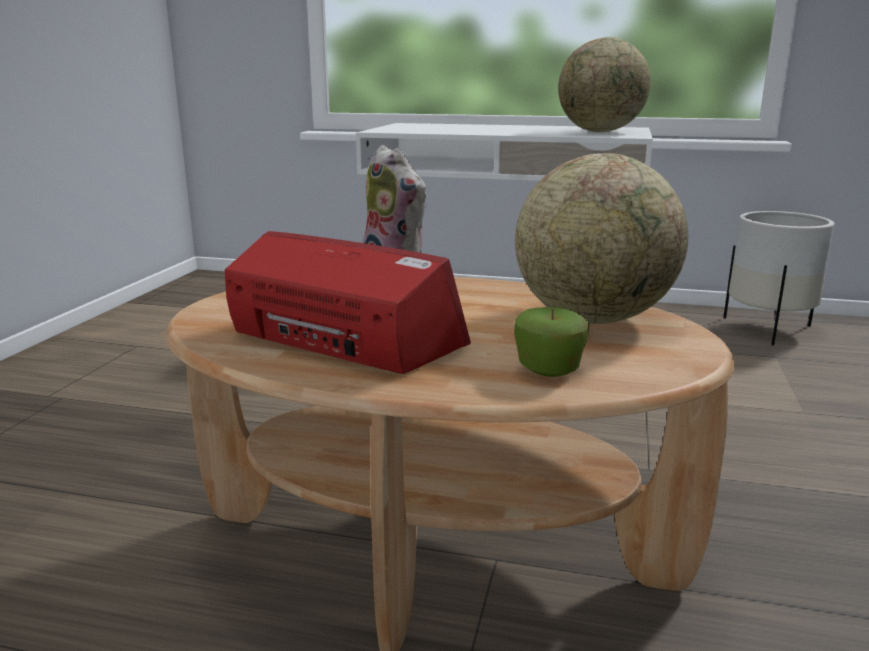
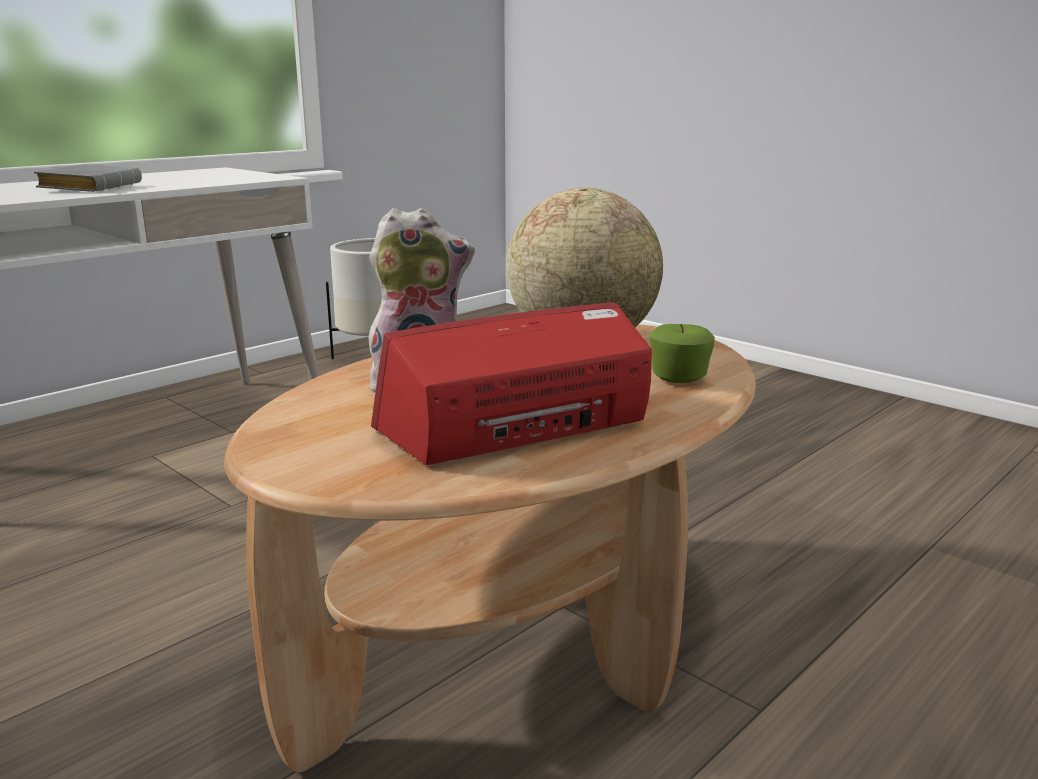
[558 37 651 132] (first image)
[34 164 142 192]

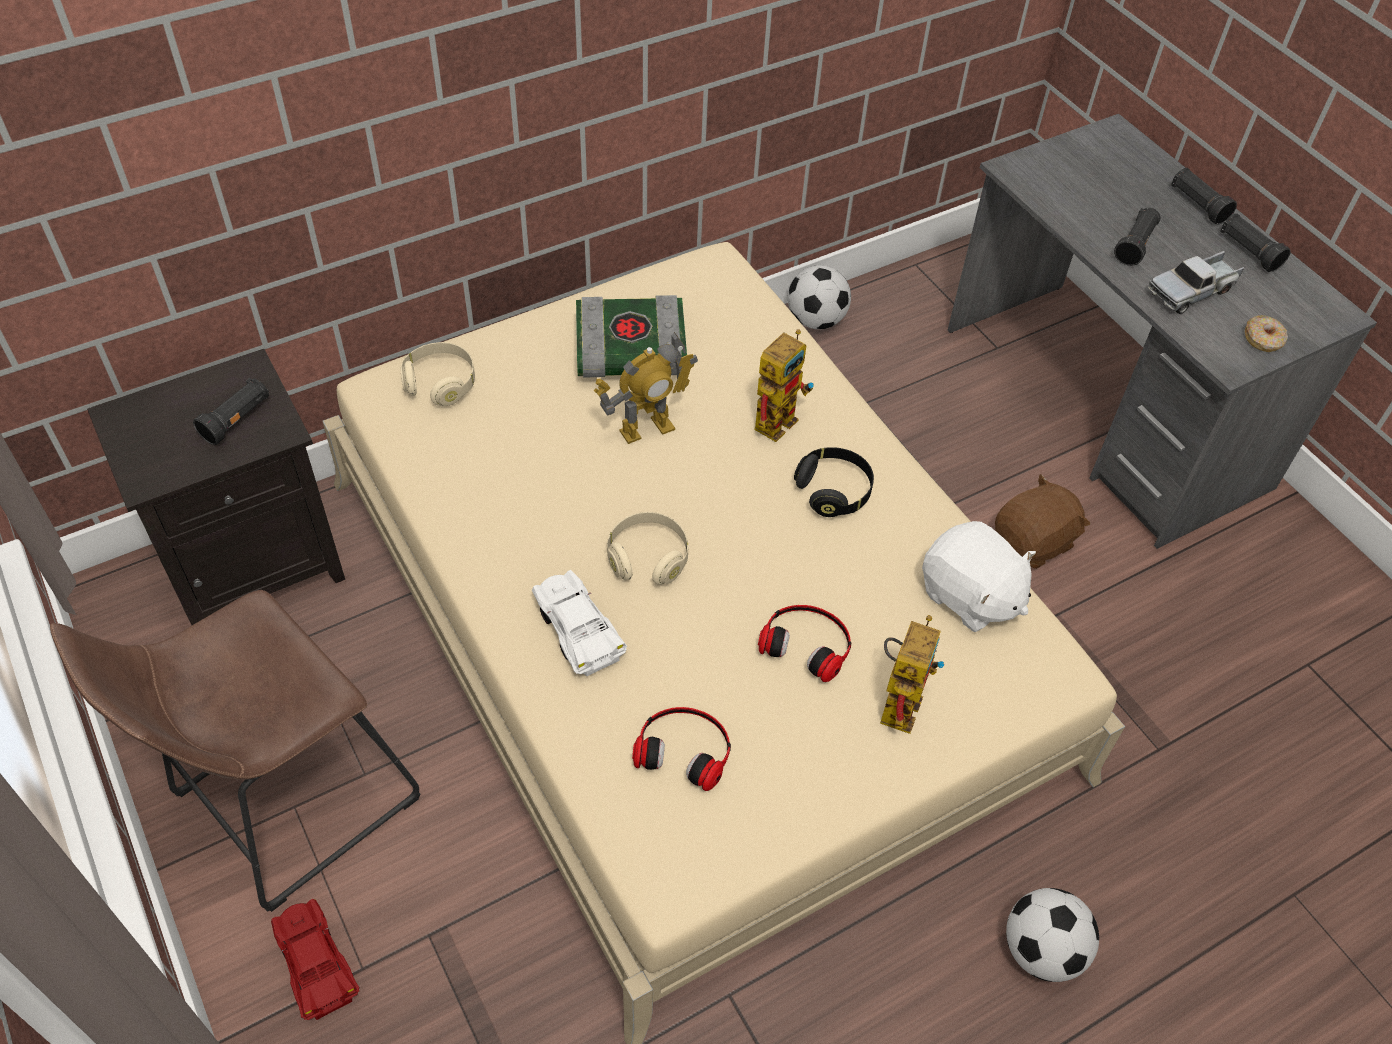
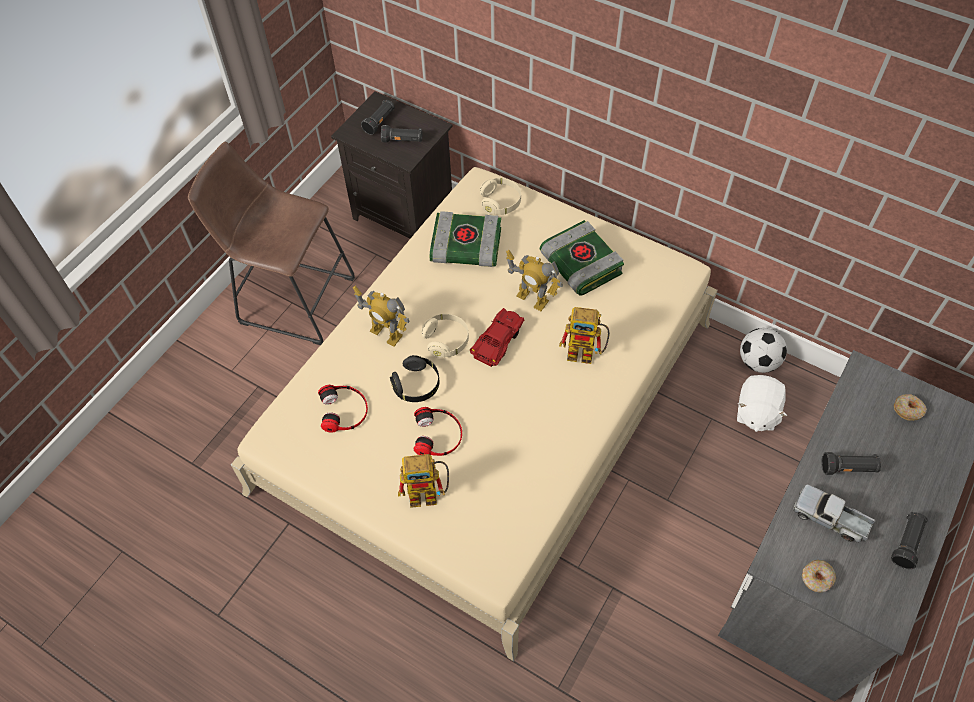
[995 474 1091 569] (first image)
[1006 888 1099 982] (first image)
[430 211 501 267]
[894 394 927 421]
[470 308 524 367]
[390 355 439 402]
[737 375 787 432]
[361 100 395 135]
[353 286 410 346]

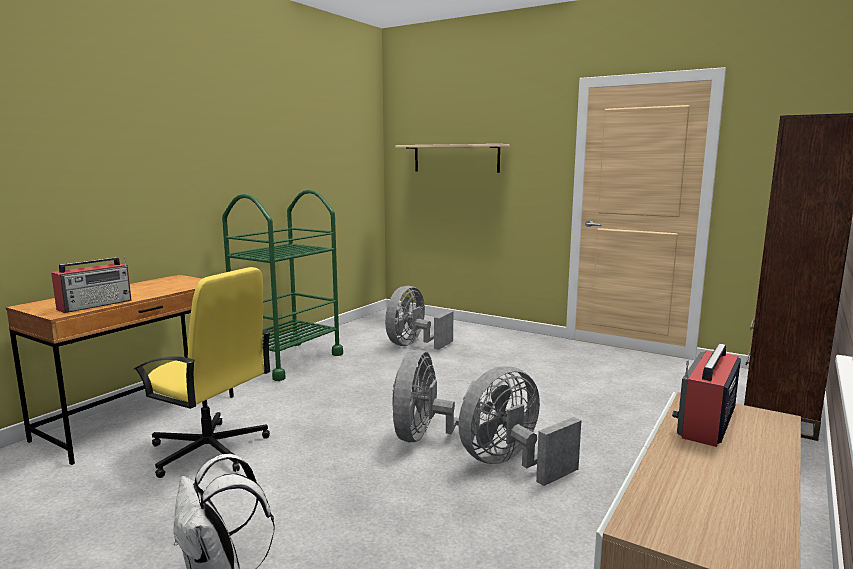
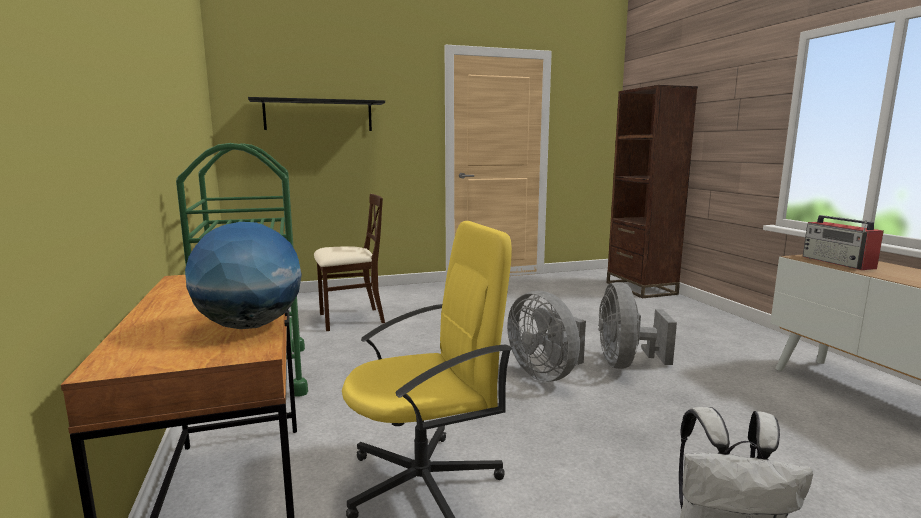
[185 222 302 329]
[314 194 385 331]
[248 97 385 131]

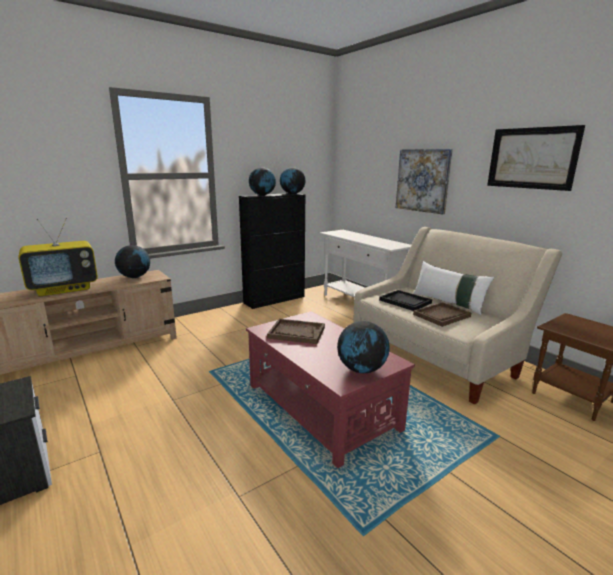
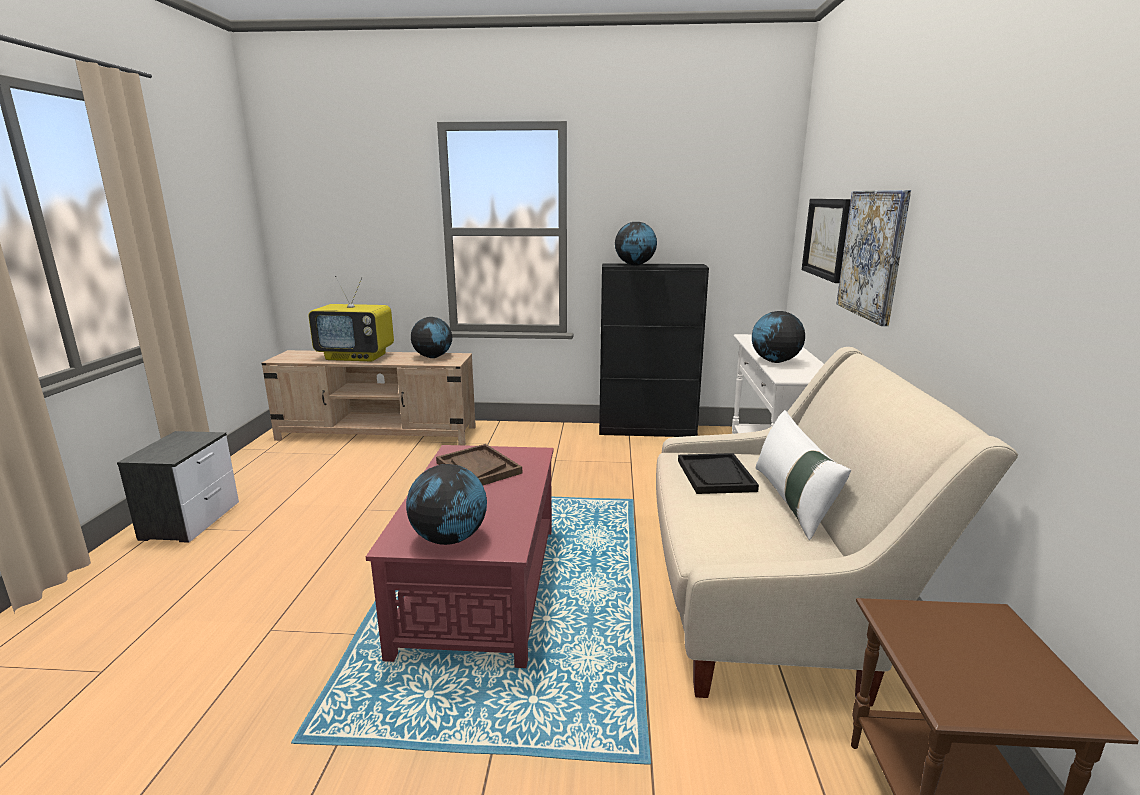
[413 302 471 327] (first image)
[752 311 805 363]
[802 199 851 283]

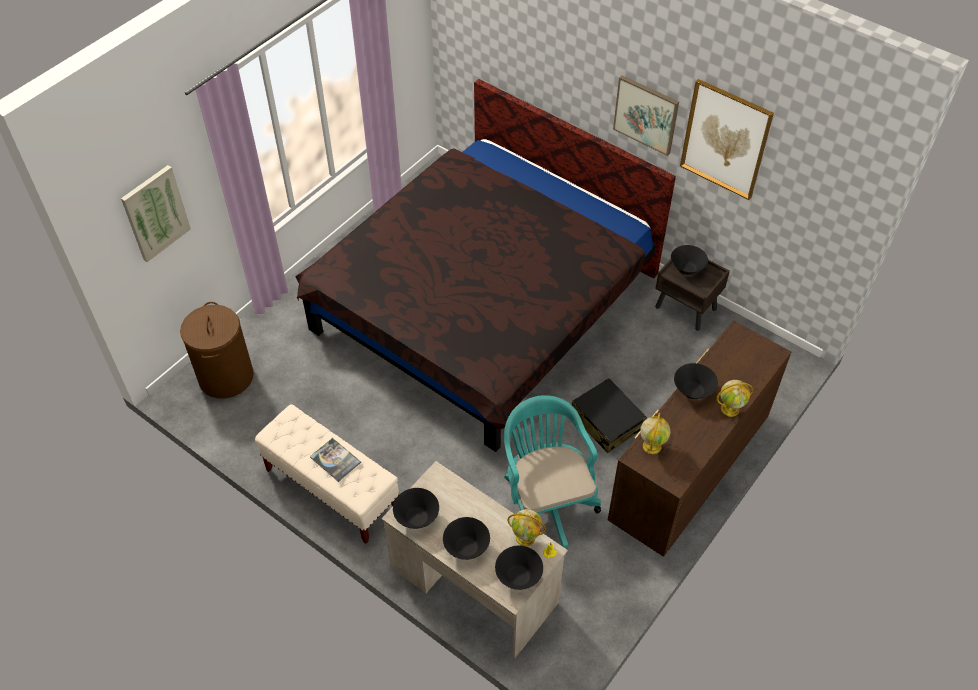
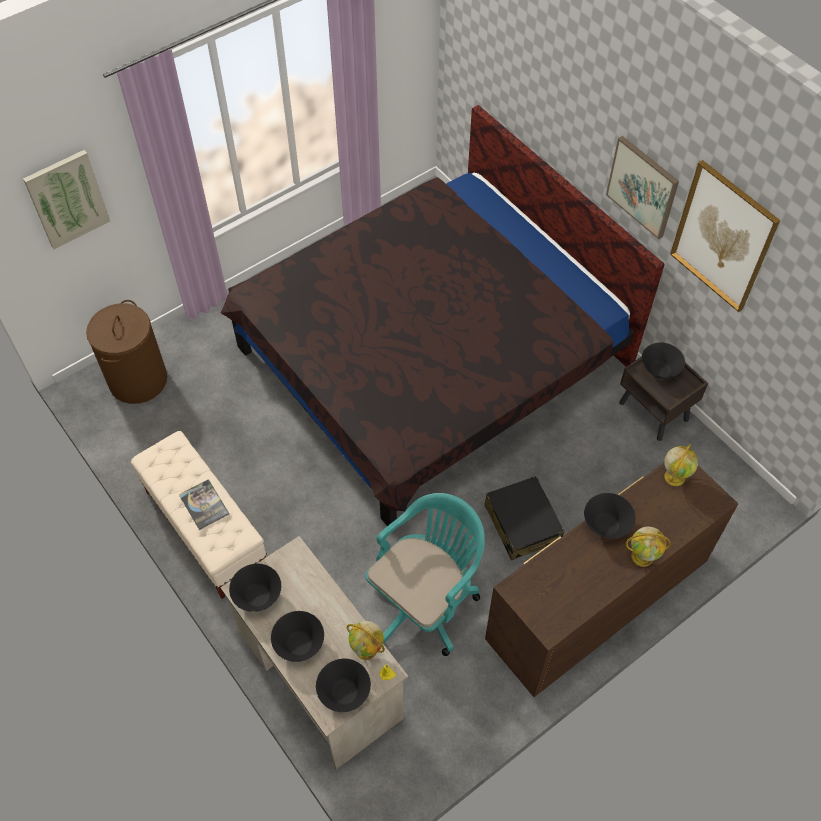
[664 444 698 486]
[366 493 485 656]

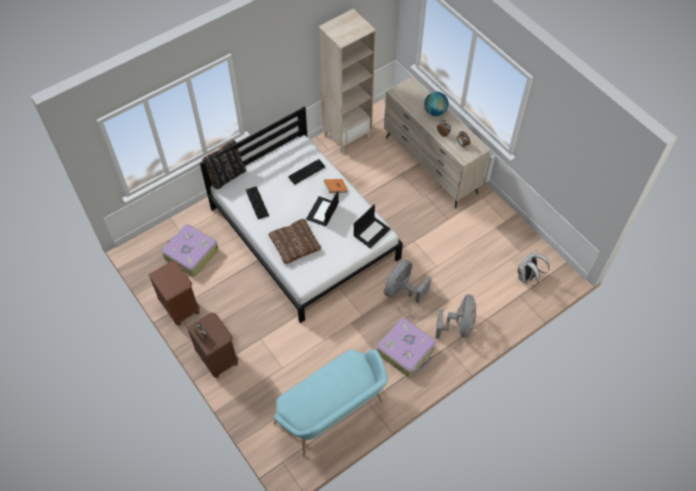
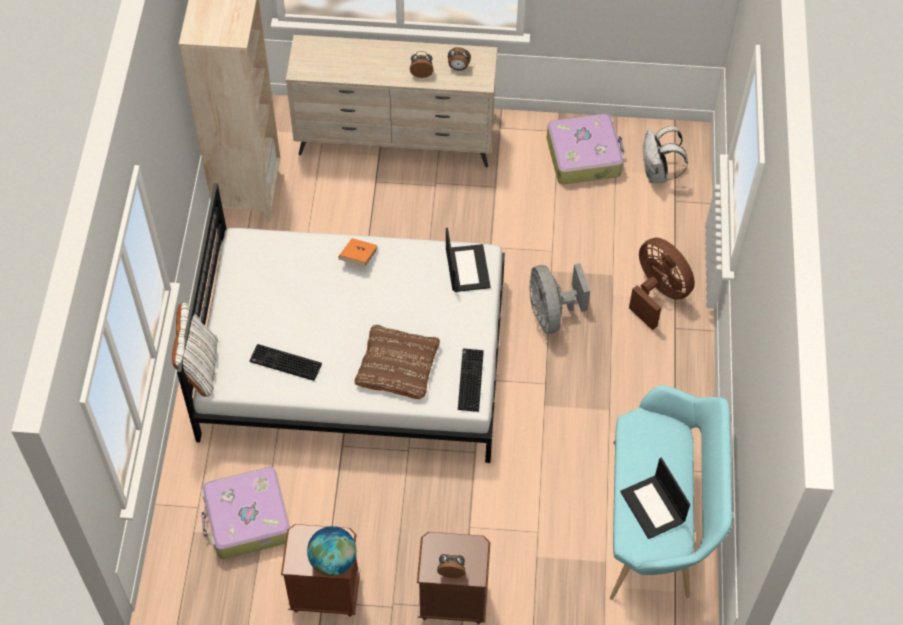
[458 348 484 412]
[620 457 690 539]
[547 114 624 184]
[307 526 356 576]
[172 303 218 397]
[629 238 695 330]

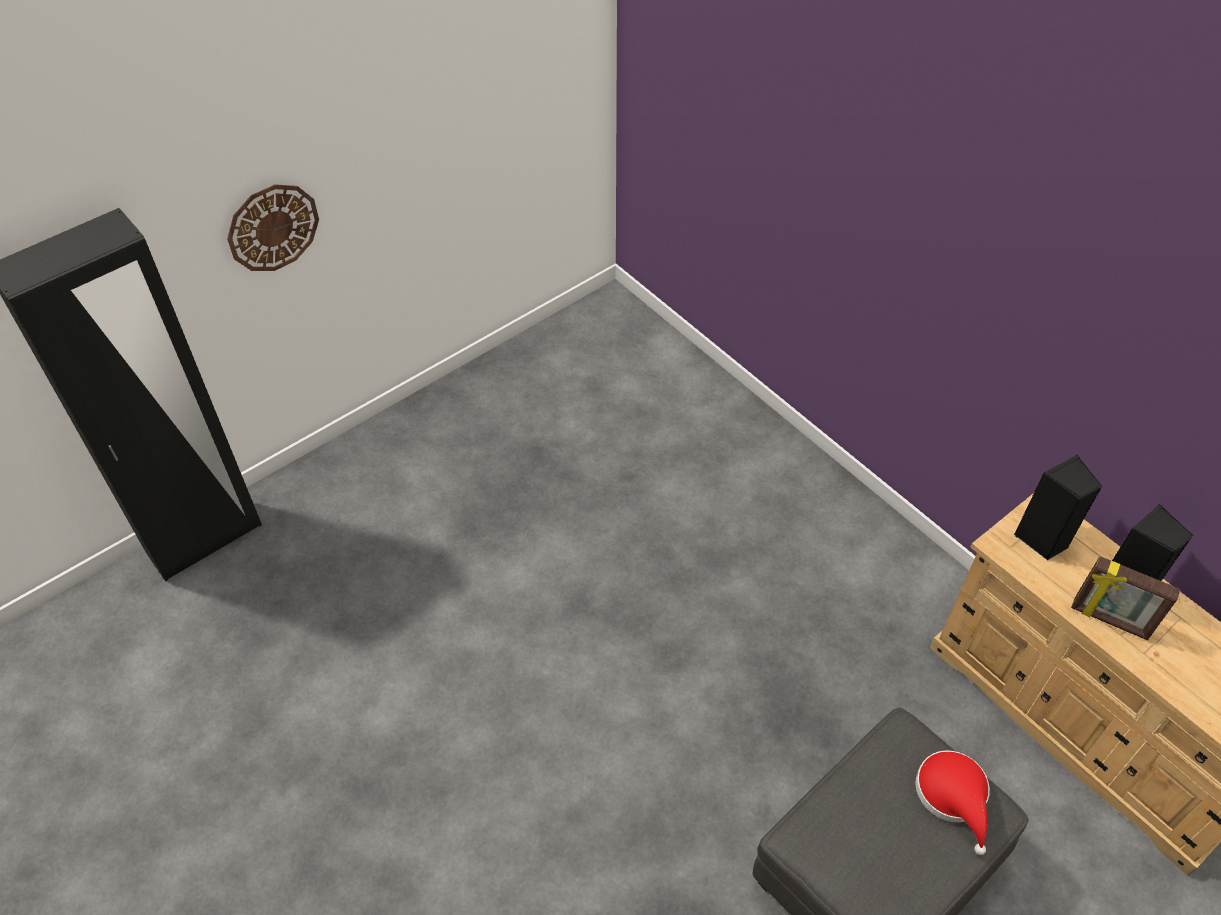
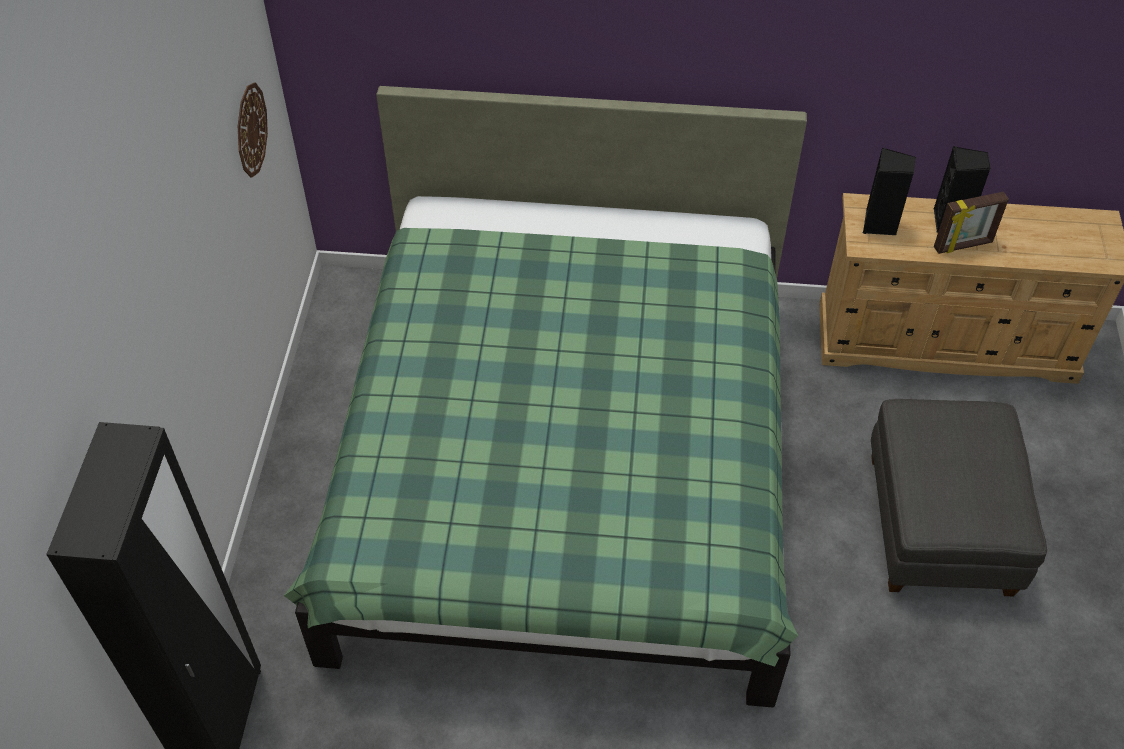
[915 751 990 855] (first image)
[284 86 807 707]
[238 83 268 178]

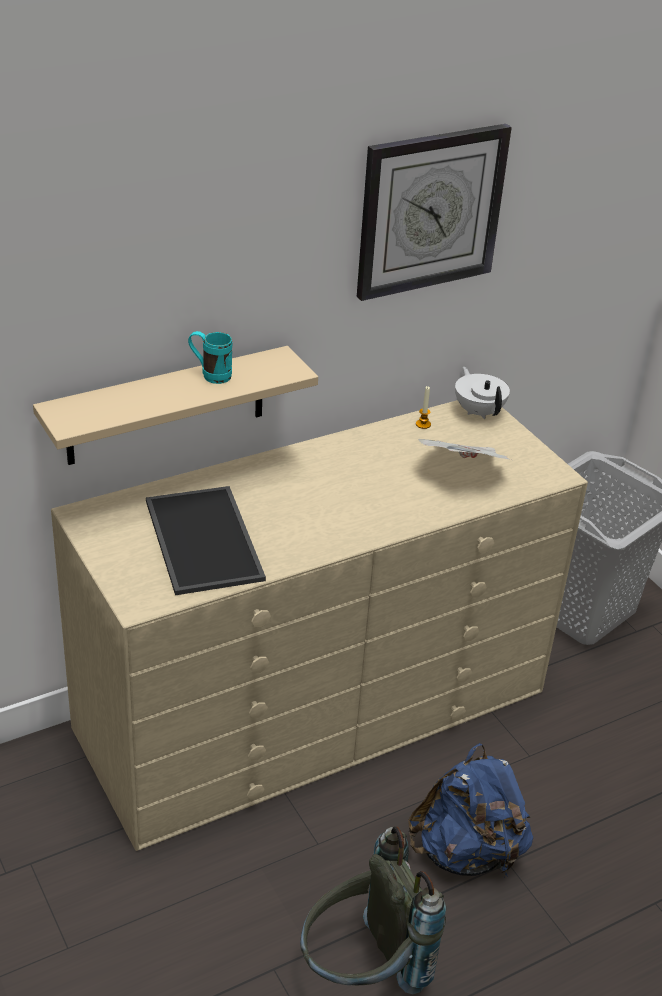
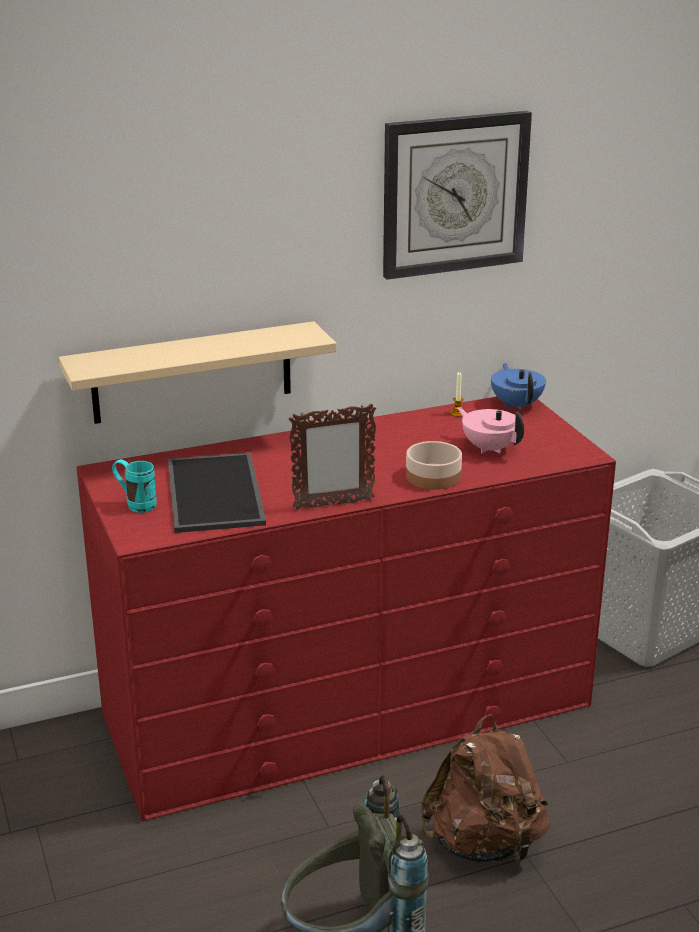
[289 404 376 510]
[406 441 462 490]
[112 459 157 513]
[457 407 524 453]
[77 397 616 821]
[421 714 550 865]
[491 363 546 411]

